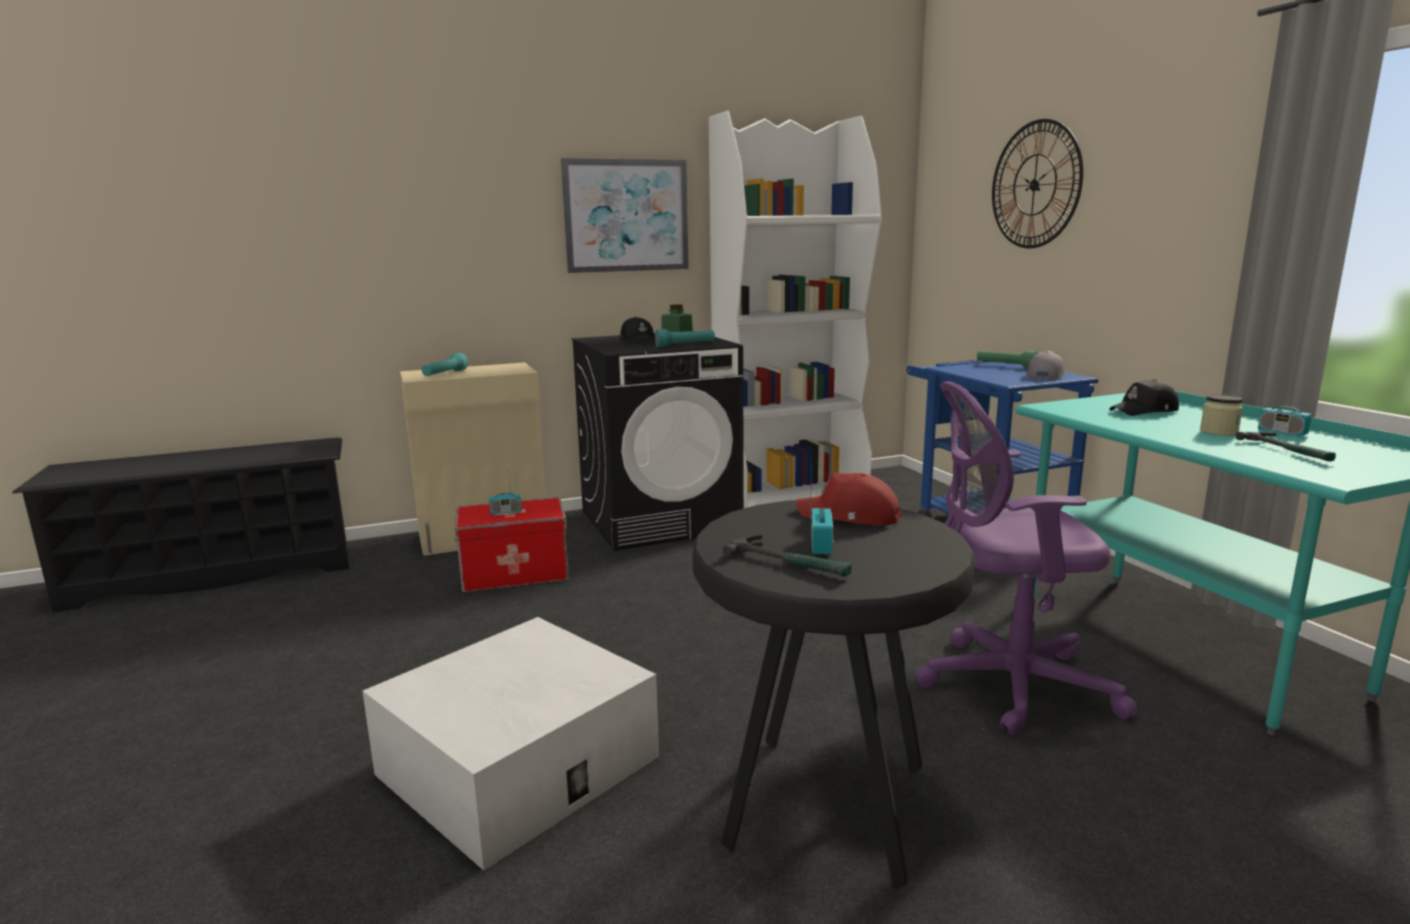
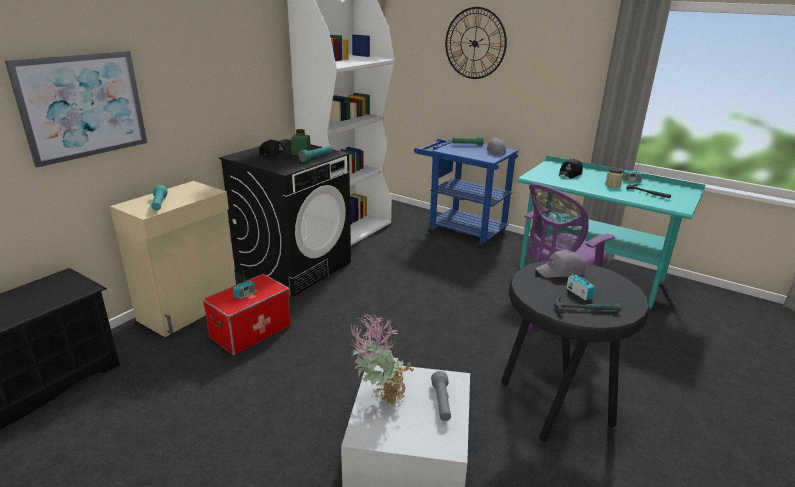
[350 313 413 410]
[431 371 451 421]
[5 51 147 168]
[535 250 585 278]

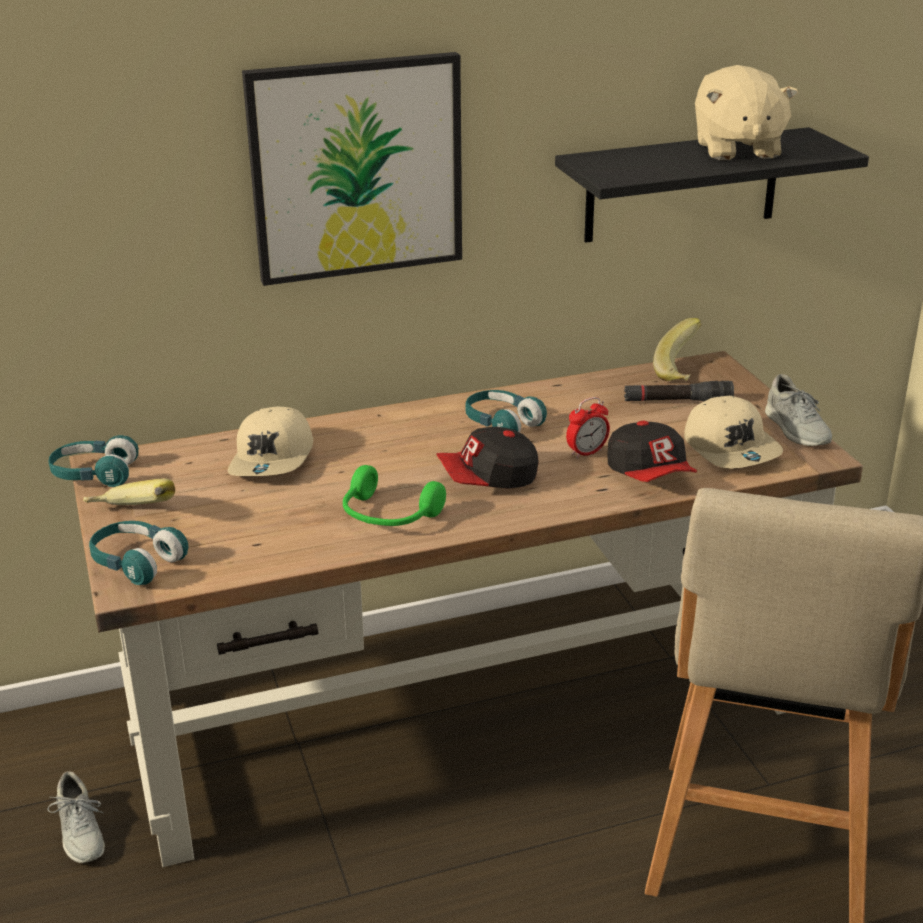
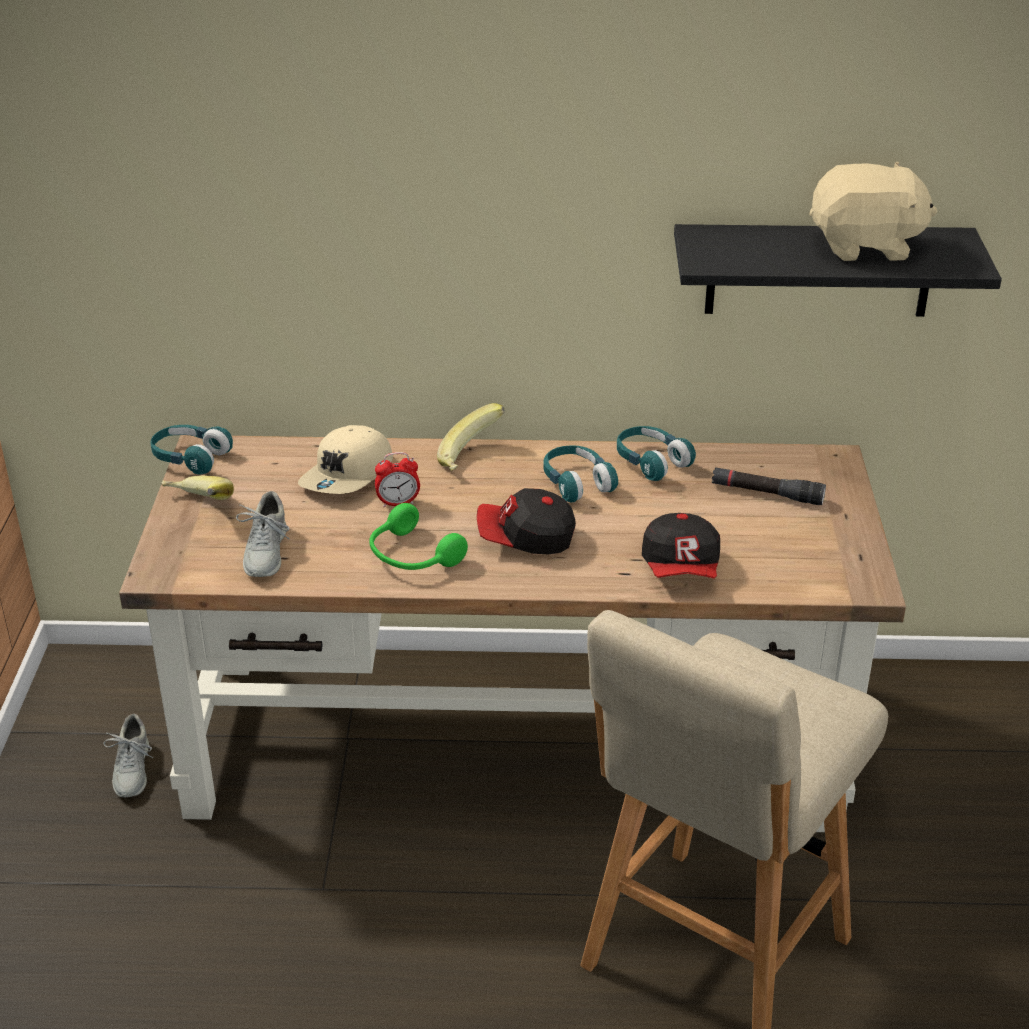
[242 52 462 286] (first image)
[684 396 783 469] (first image)
[617 426 696 481]
[375 452 420 507]
[437 403 505 471]
[236 491 290 577]
[809 162 938 261]

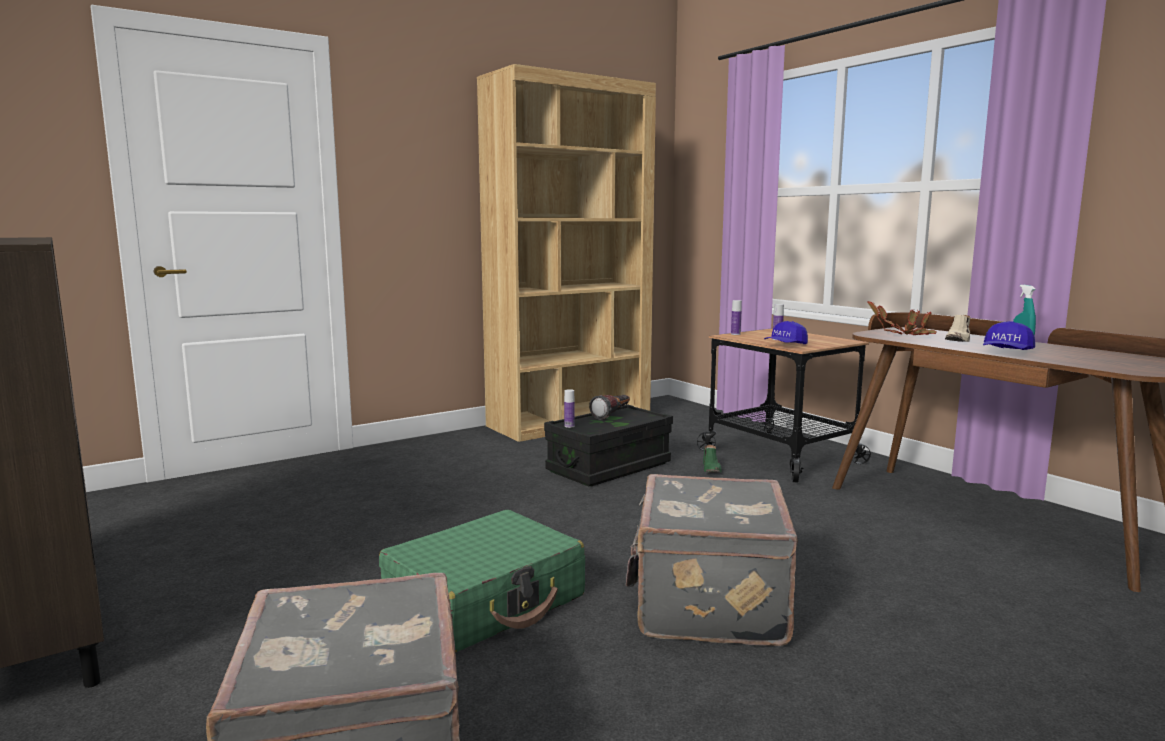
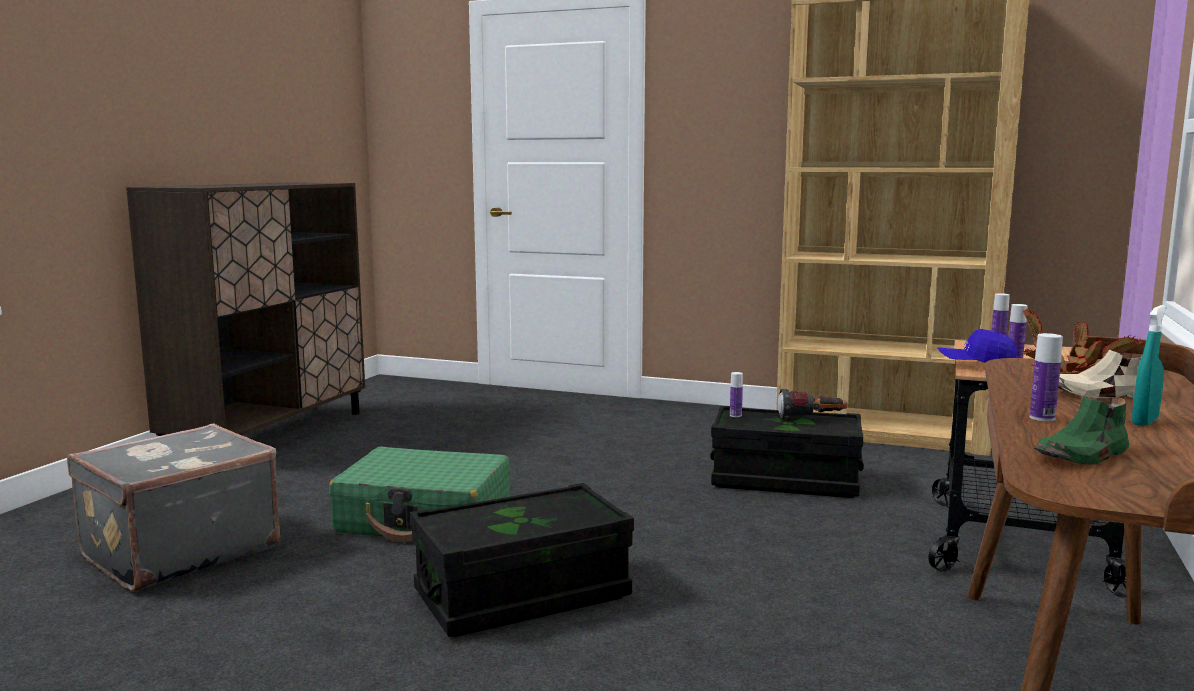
[1034 397 1129 464]
[410 483 634 637]
[1030 333 1063 421]

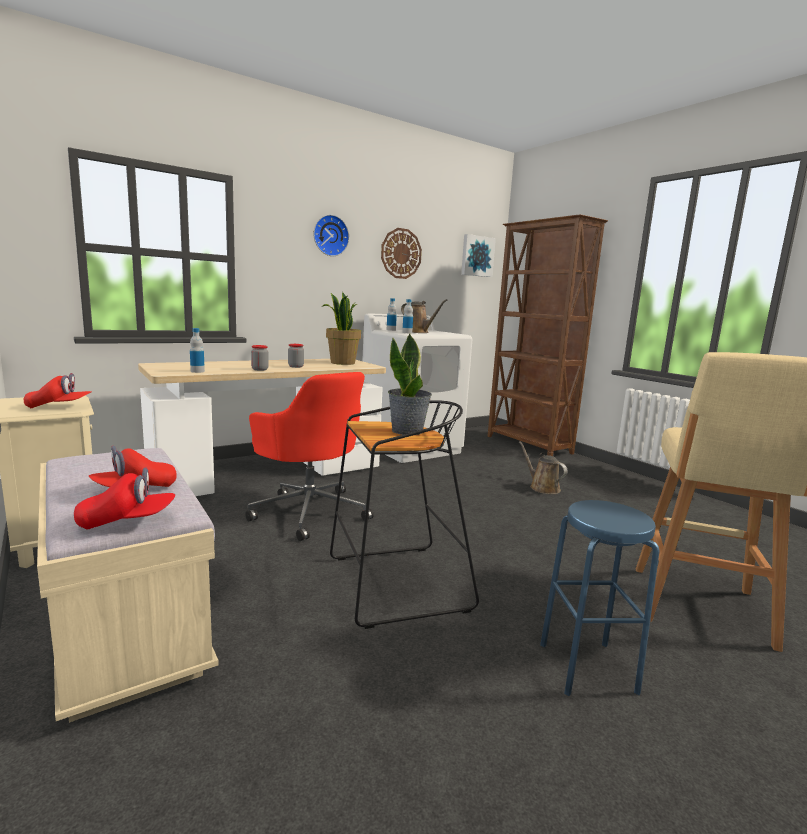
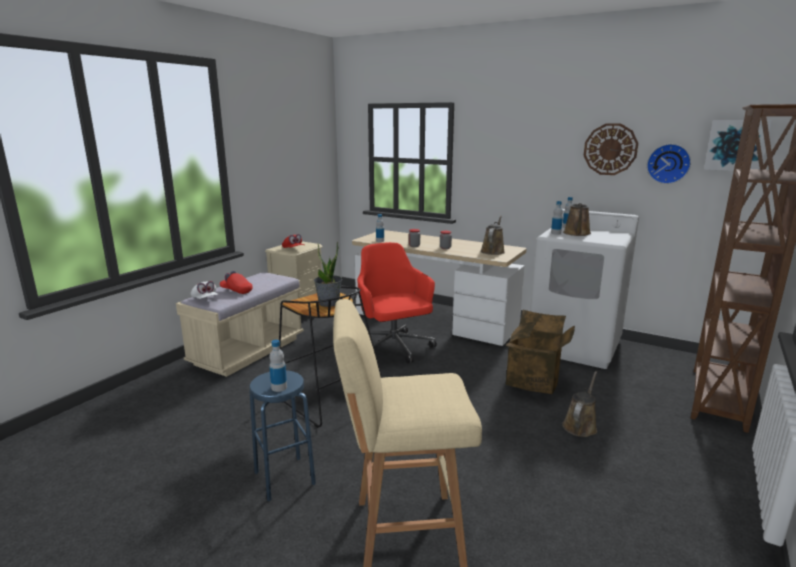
[269 340 287 392]
[505 310 575 394]
[647 144 691 184]
[480 215 505 255]
[191 281 219 299]
[357 242 437 363]

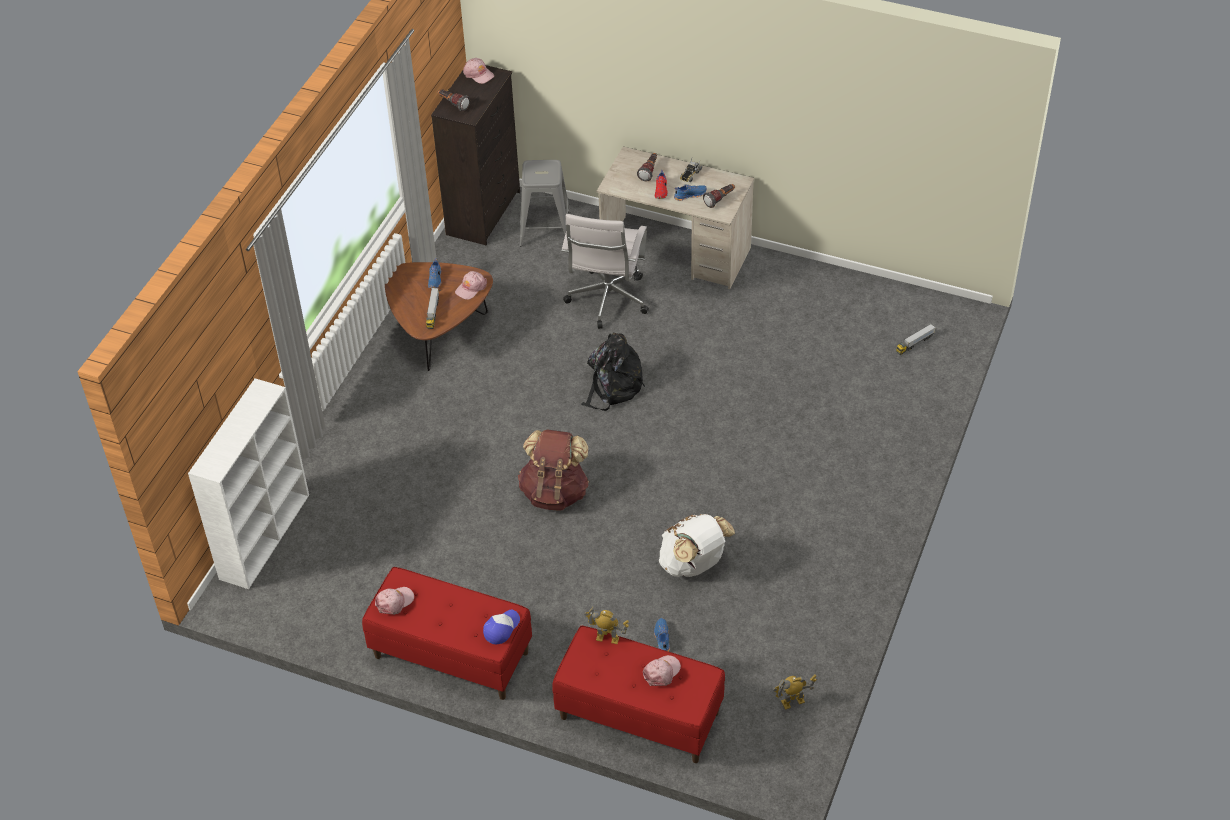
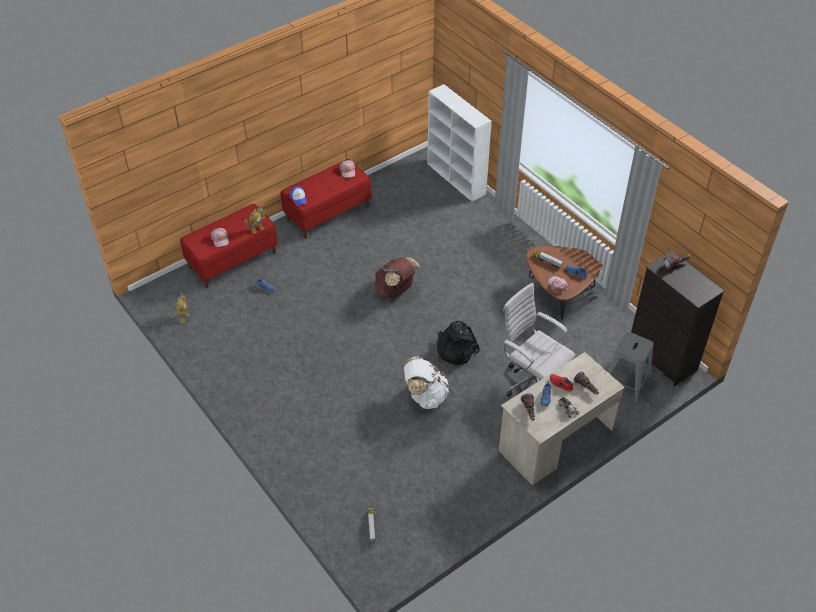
[463 58 494 84] (first image)
[404 356 449 409]

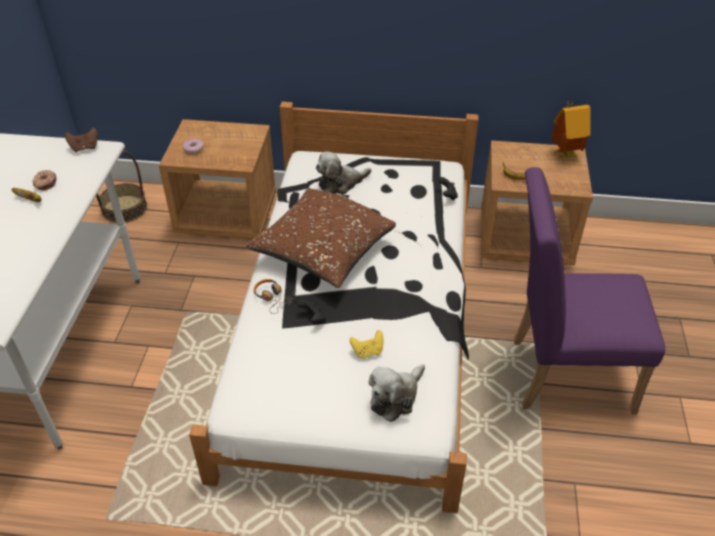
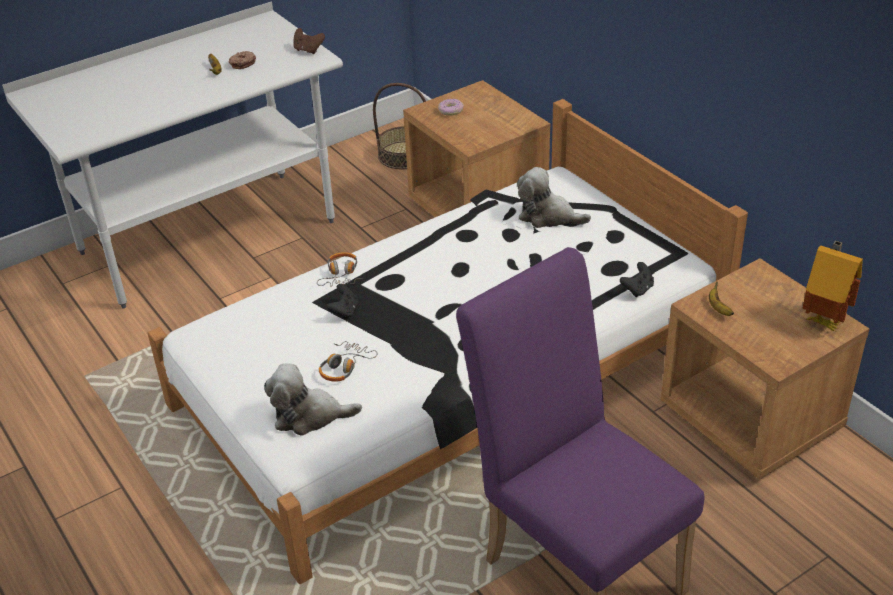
[246 188 396 288] (first image)
[319 341 377 382]

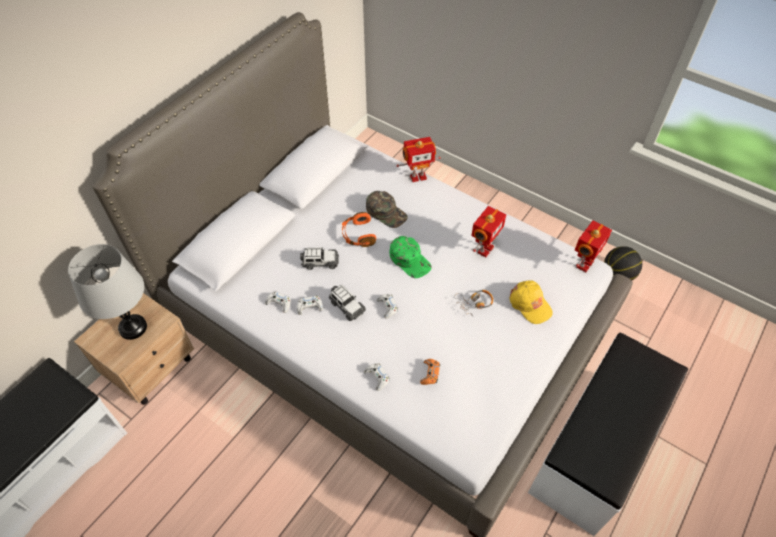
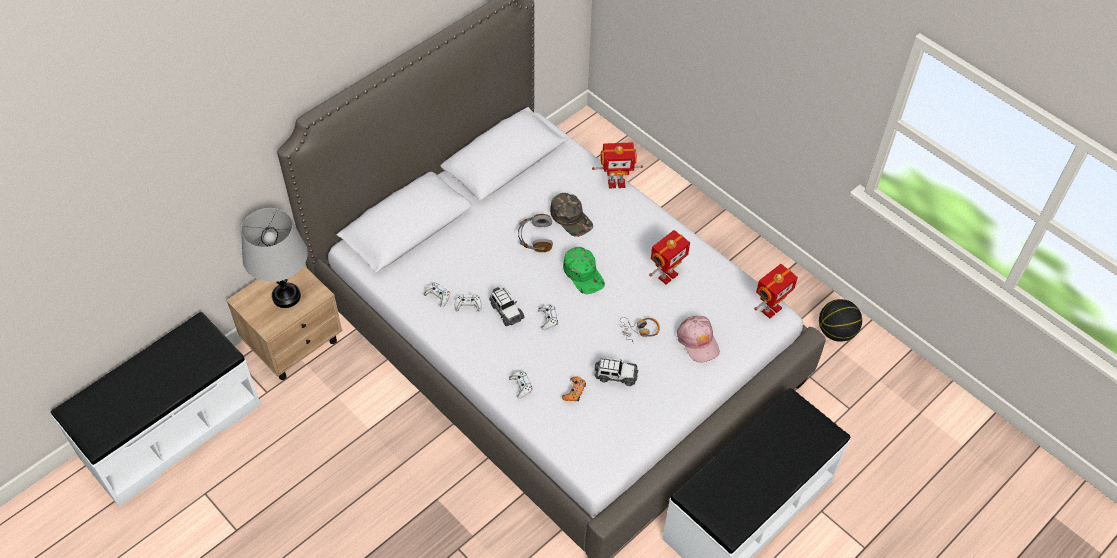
[595 357 638 386]
[518 214 553 252]
[677 316 720 363]

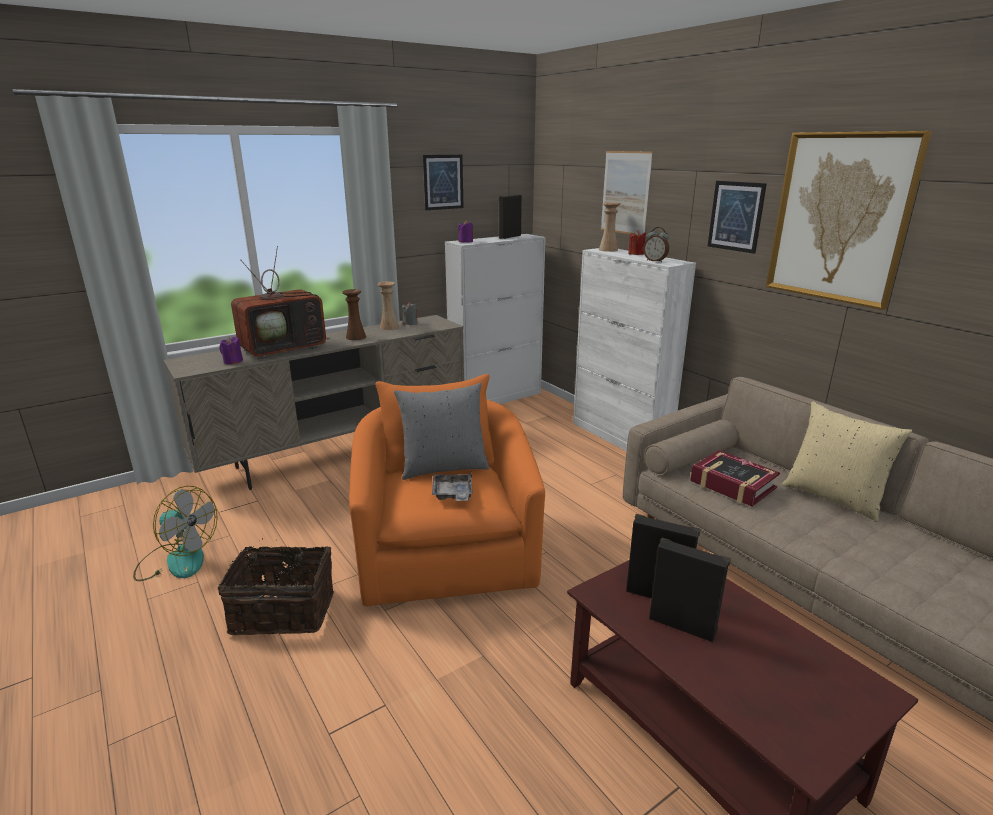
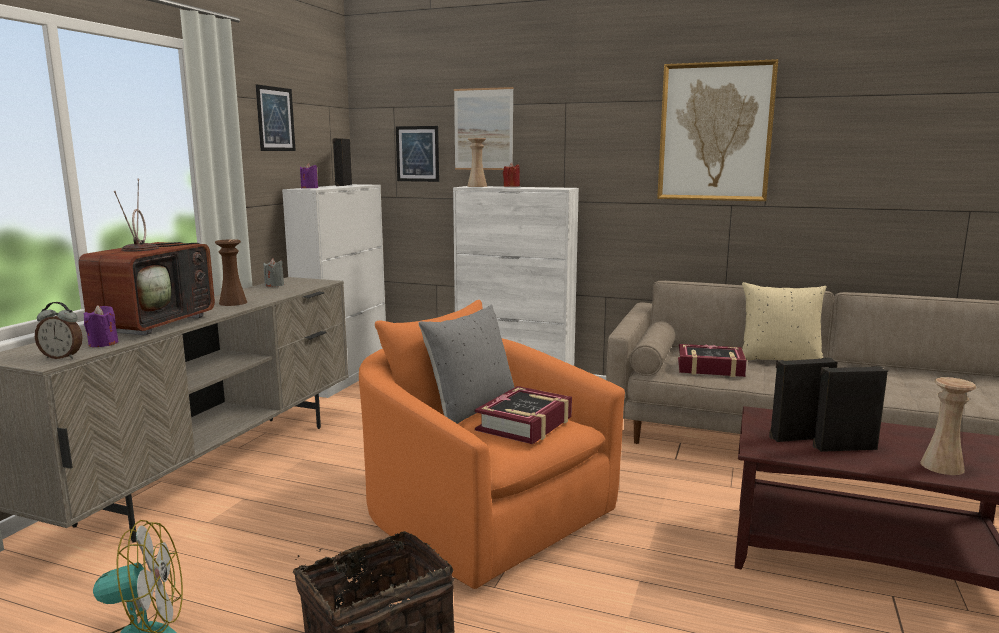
[920 377 976 475]
[35 302 82 359]
[396 126 439 182]
[475 386 572 444]

